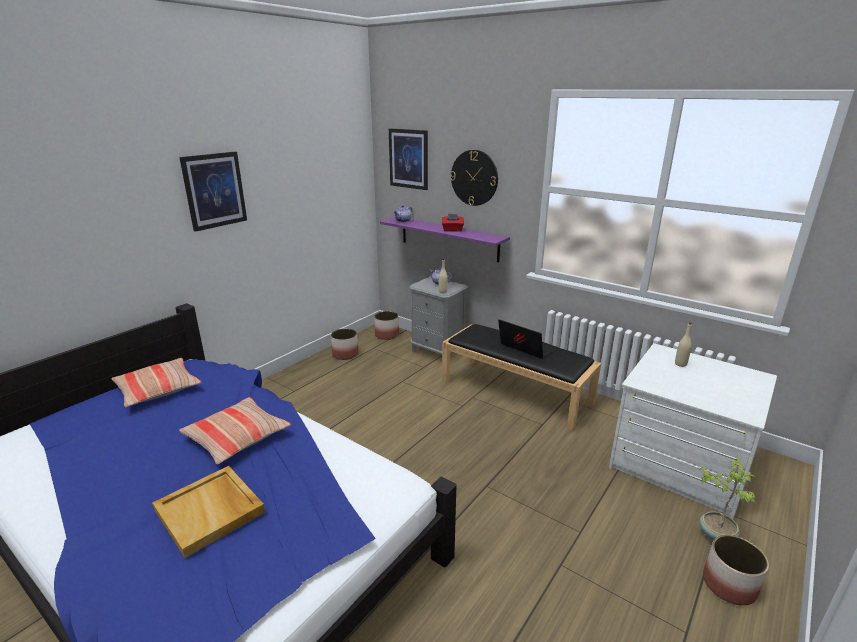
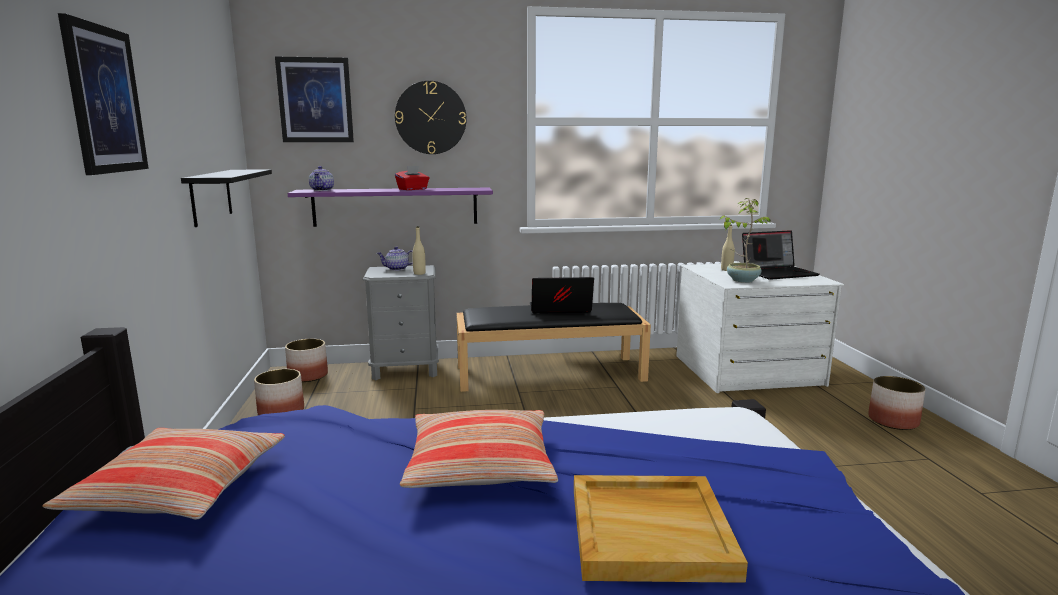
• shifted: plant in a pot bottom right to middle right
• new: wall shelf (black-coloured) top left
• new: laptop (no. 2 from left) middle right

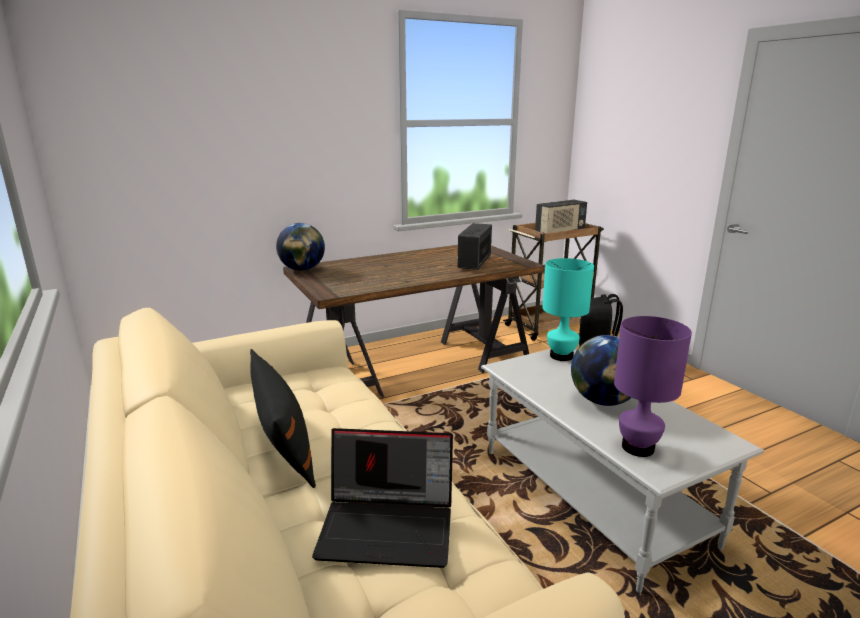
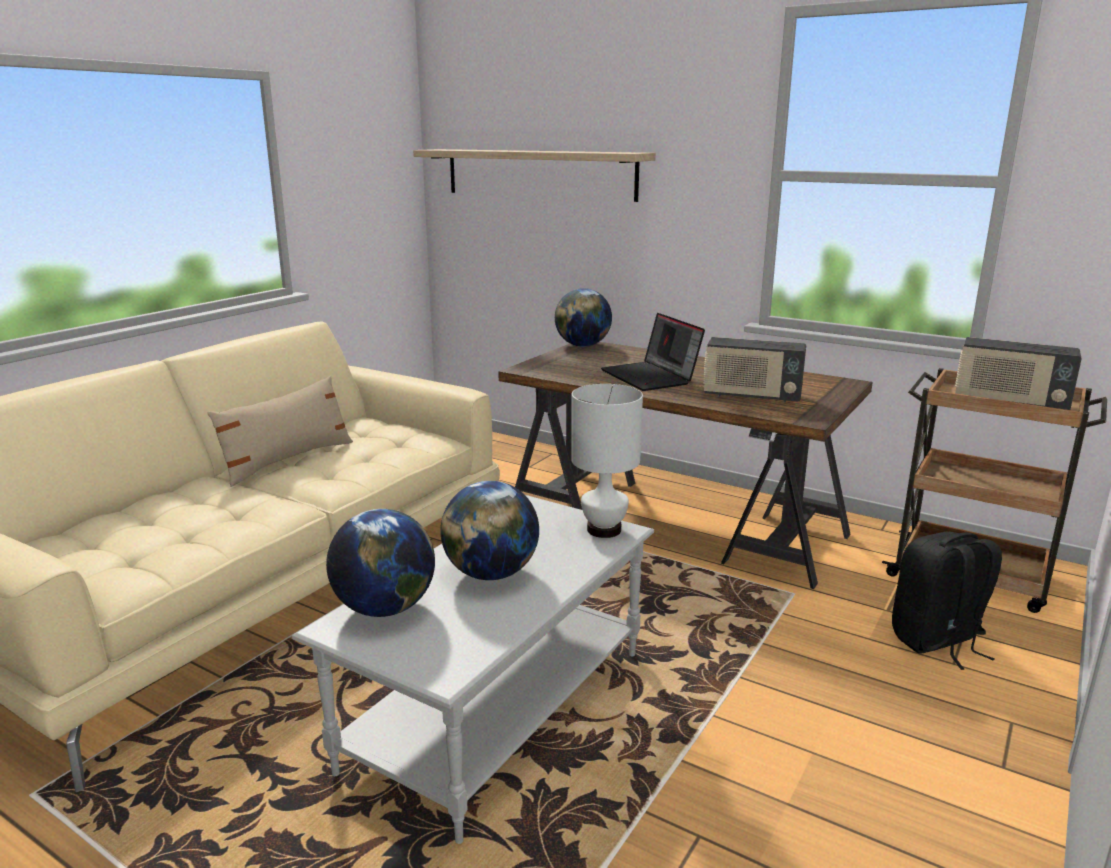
• rotated: radio receiver (no. 1 from left) centre = middle right 150 degrees counterclockwise
• repainted: table lamp (blue-green) centre to table lamp (white-coloured) centre
• swapped: table lamp (purple-coloured) middle right to globe (no. 1 from left) centre
• repainted: cushion (black-coloured) bottom left to cushion (sand-coloured) middle left
• shifted: laptop bottom centre to centre
• new: wall shelf top centre

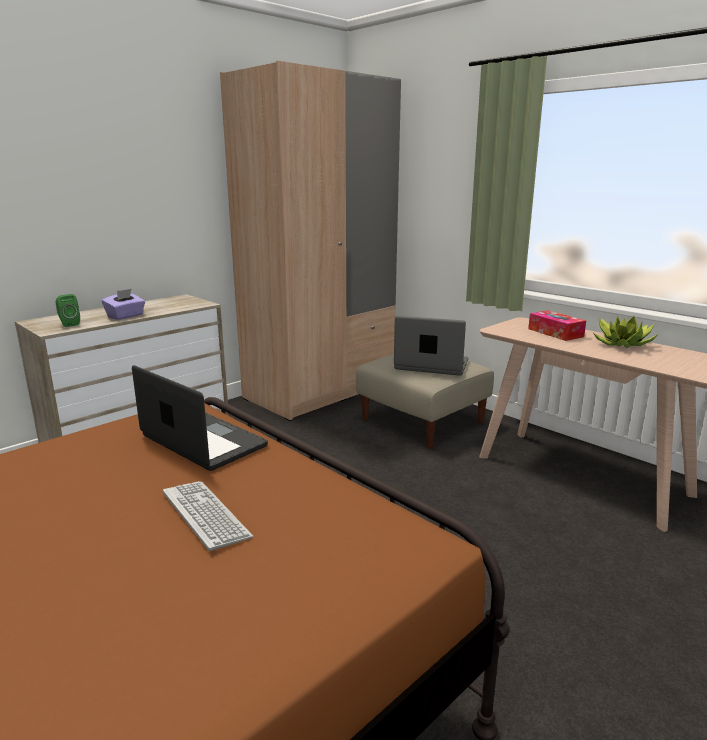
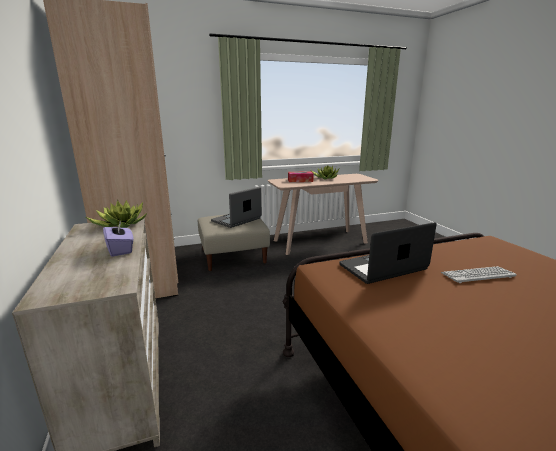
• gone: speaker (green) middle left
• new: plant in a pot (no. 1 from left) middle left

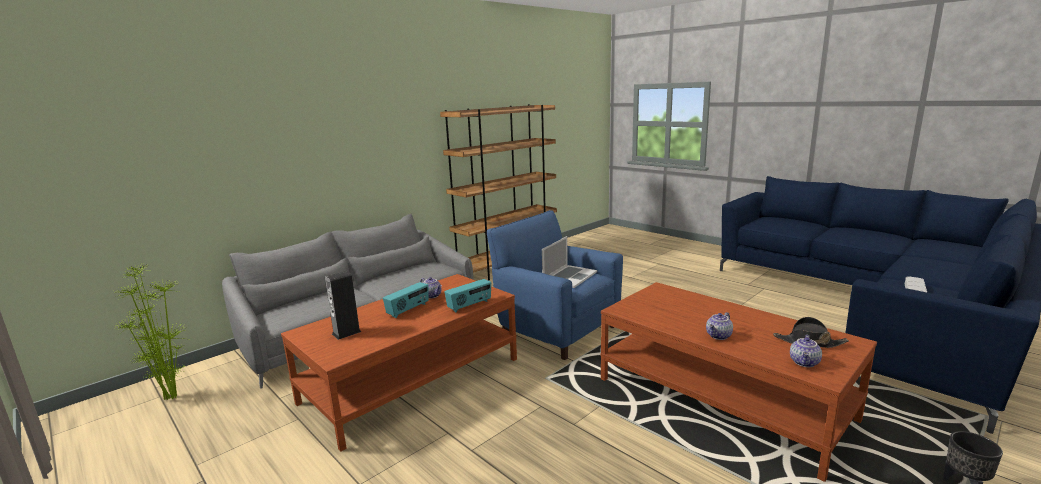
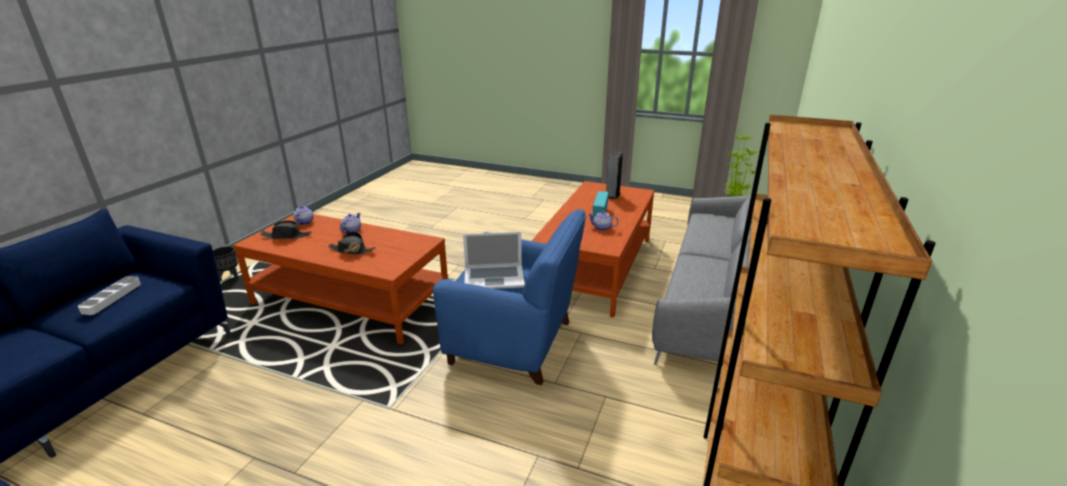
• rotated: laptop centre = centre 105 degrees counterclockwise
• gone: radio receiver (no. 2 from left) centre
• new: clothing hat (black-coloured) (no. 2 from left) middle left

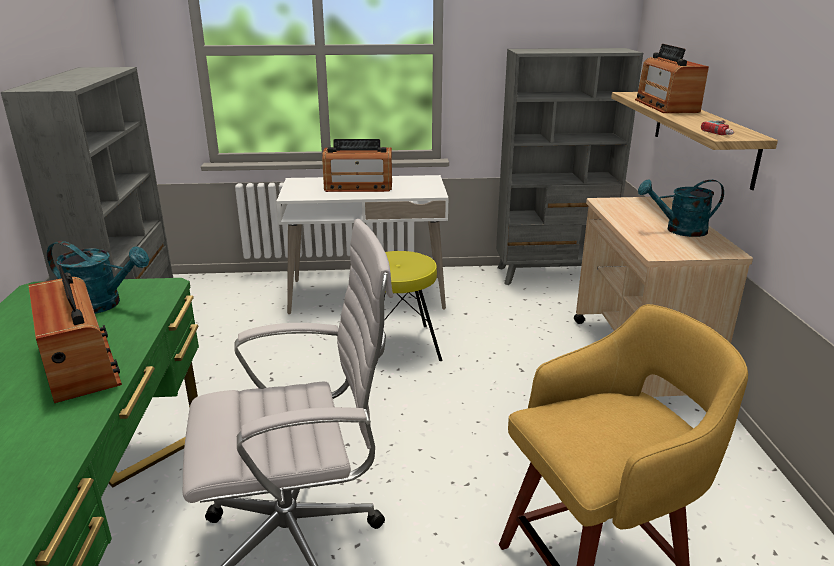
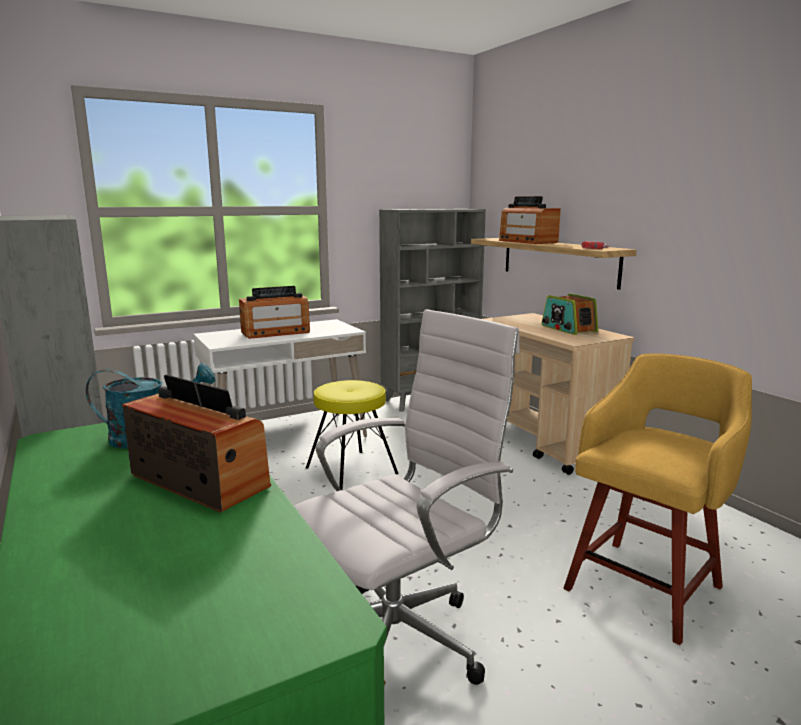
• swapped: watering can (blue-green) (no. 2 from left) middle right to radio receiver (no. 4 from left) middle right

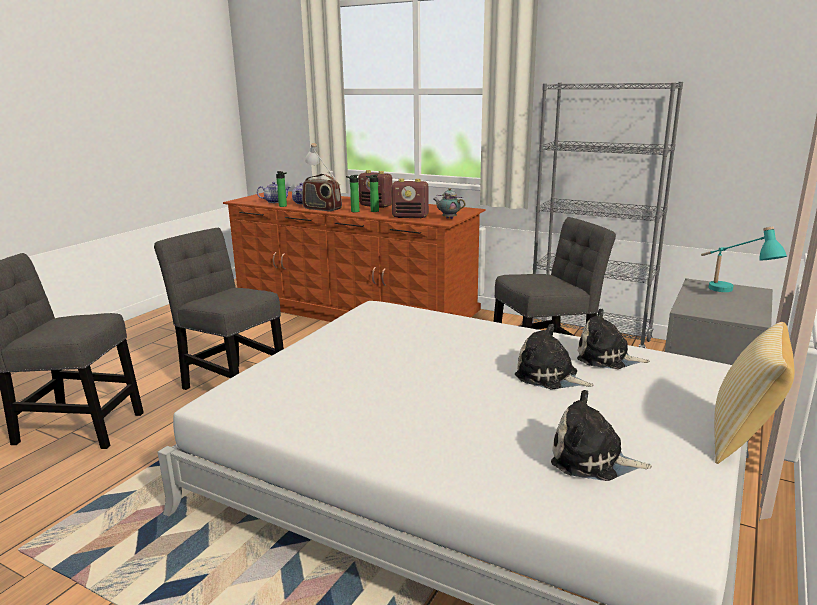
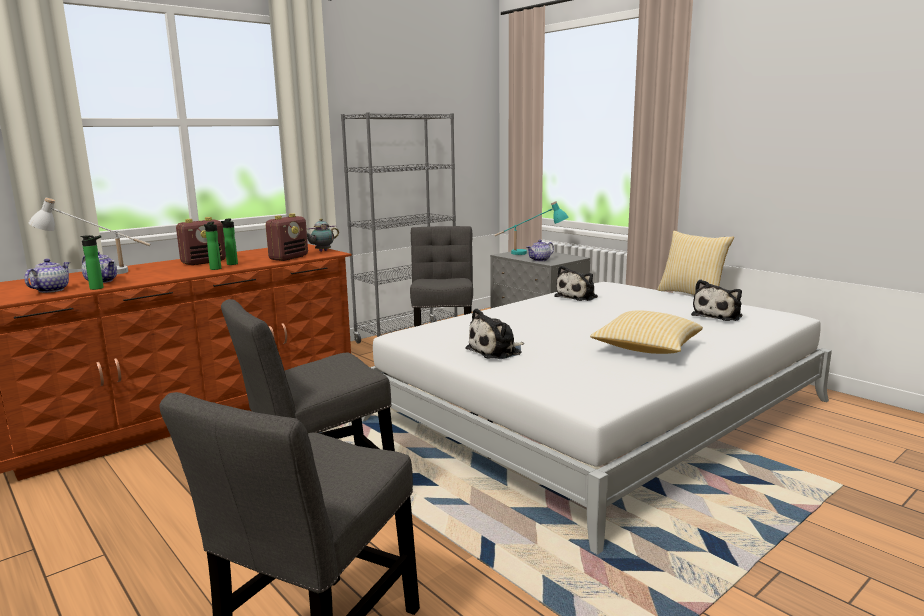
• gone: radio receiver (no. 1 from left) top centre
• shifted: soft toy (no. 1 from left) middle right to centre
• new: teapot (no. 4 from left) centre
• new: cushion (no. 1 from left) middle right

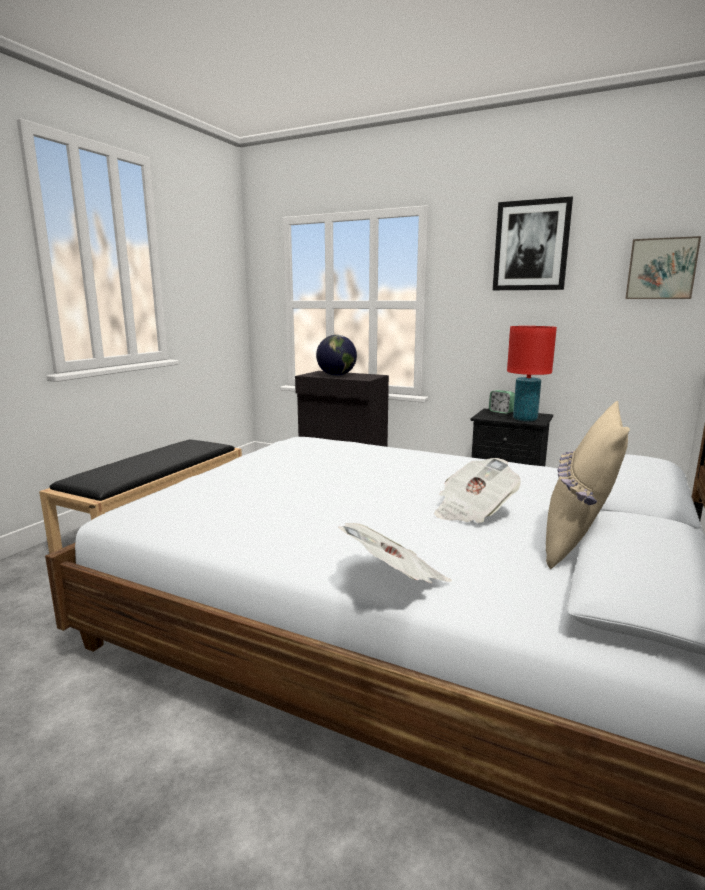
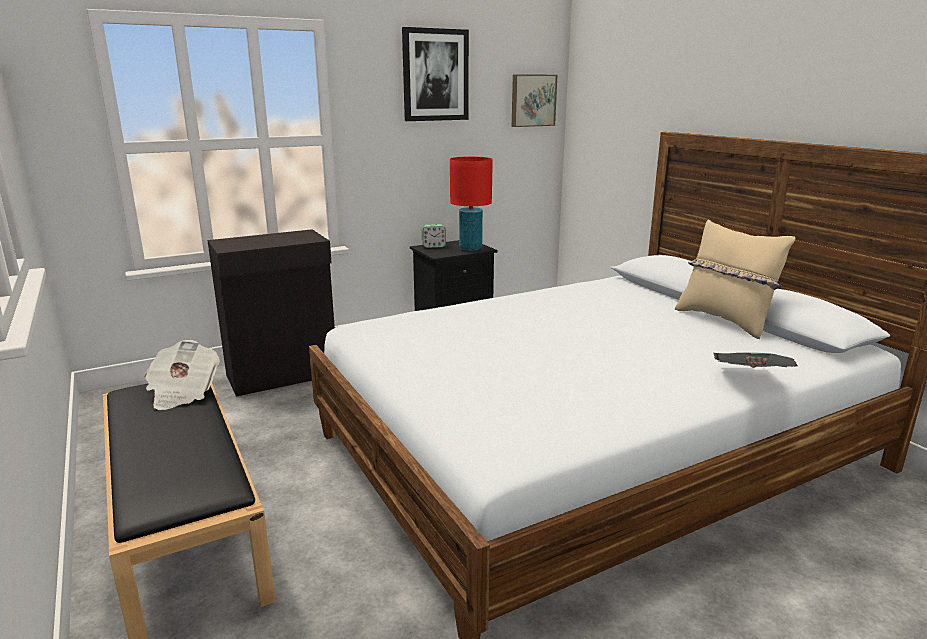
• gone: globe centre
• shifted: printed paper (no. 2 from left in the first image) middle right to printed paper (no. 1 from left) middle left

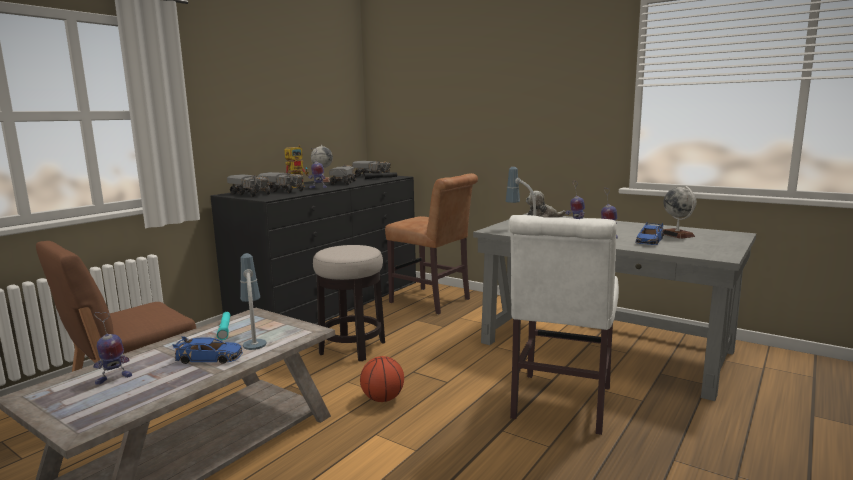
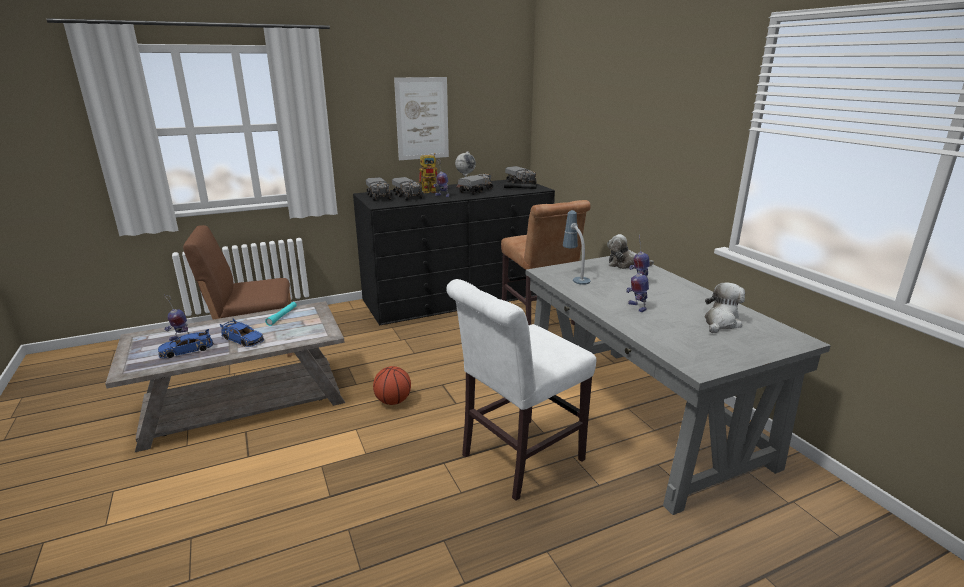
• swapped: globe (no. 2 from left) middle right to soft toy (no. 2 from left) middle right
• shifted: miniature car (blue) (no. 2 from left in the first image) middle right to miniature car (blue) (no. 1 from left) middle left
• gone: stool seat centre
• gone: table lamp (no. 1 from left) middle left
• new: wall art top centre

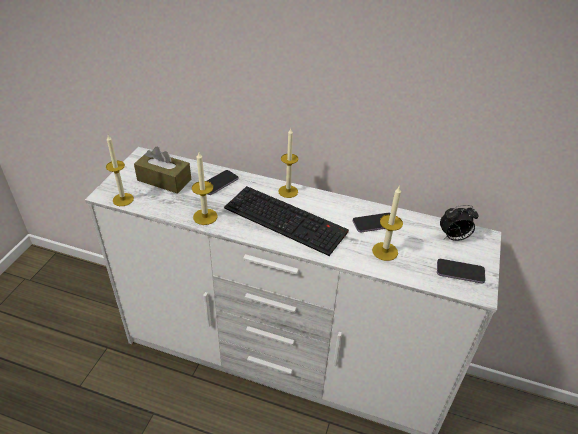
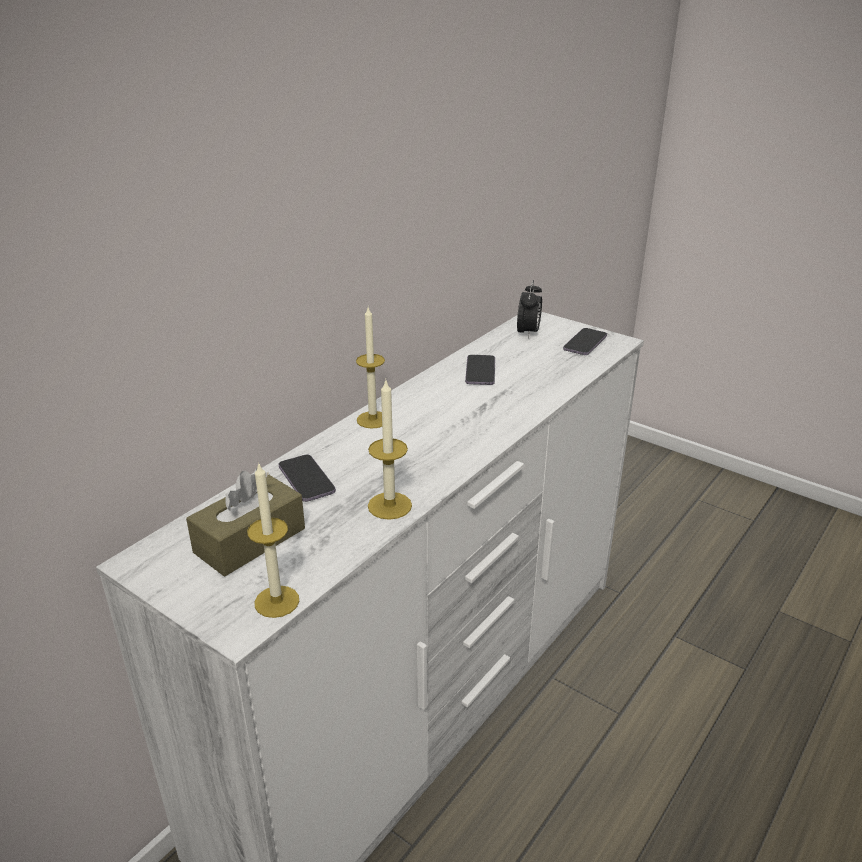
• gone: PC keyboard centre
• gone: wax candle (no. 4 from left) middle right

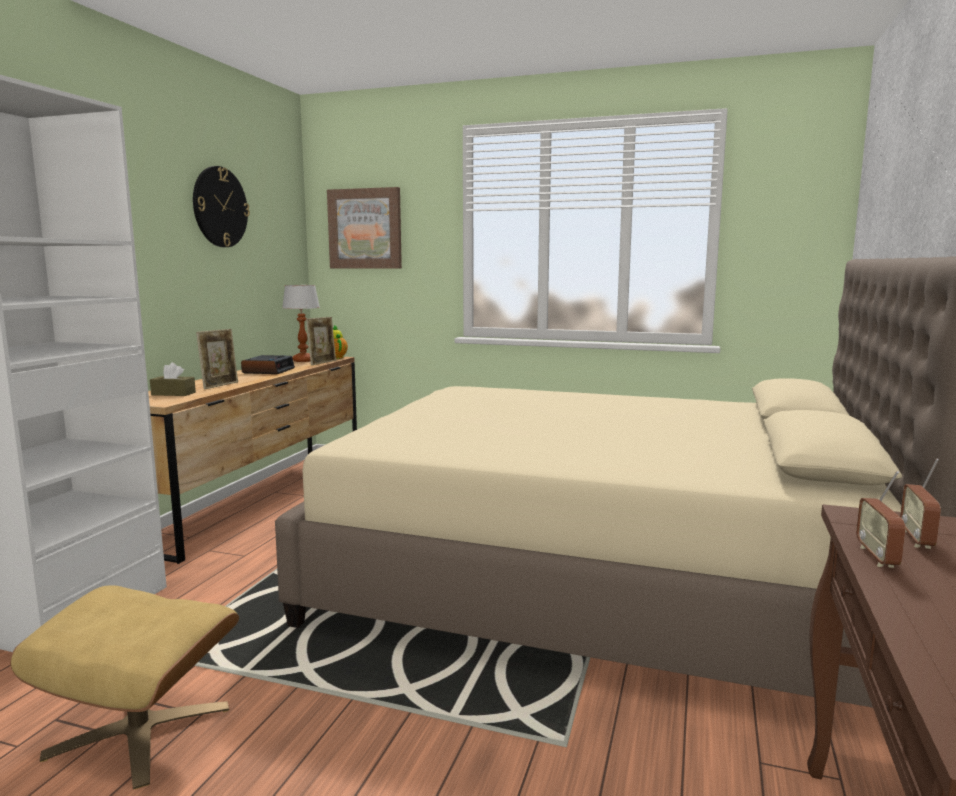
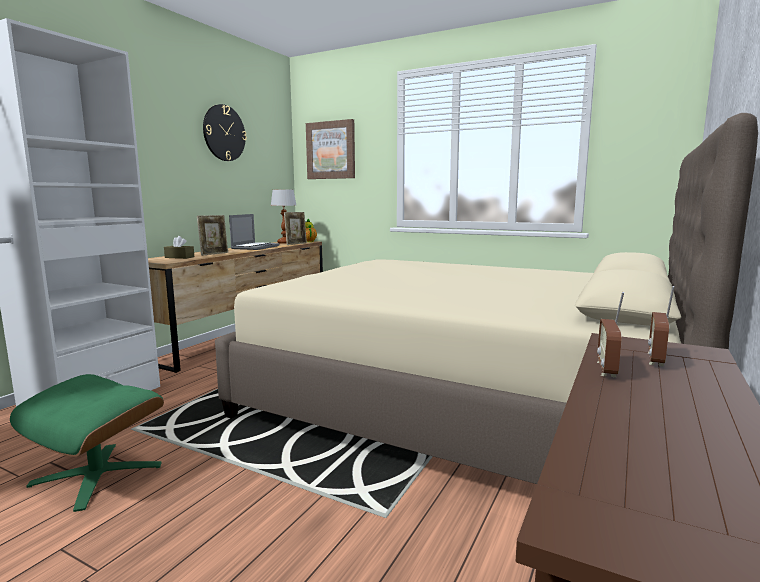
• swapped: bedside clock middle left to laptop centre
• repainted: footrest (sand-coloured) bottom left to footrest (green) bottom left

